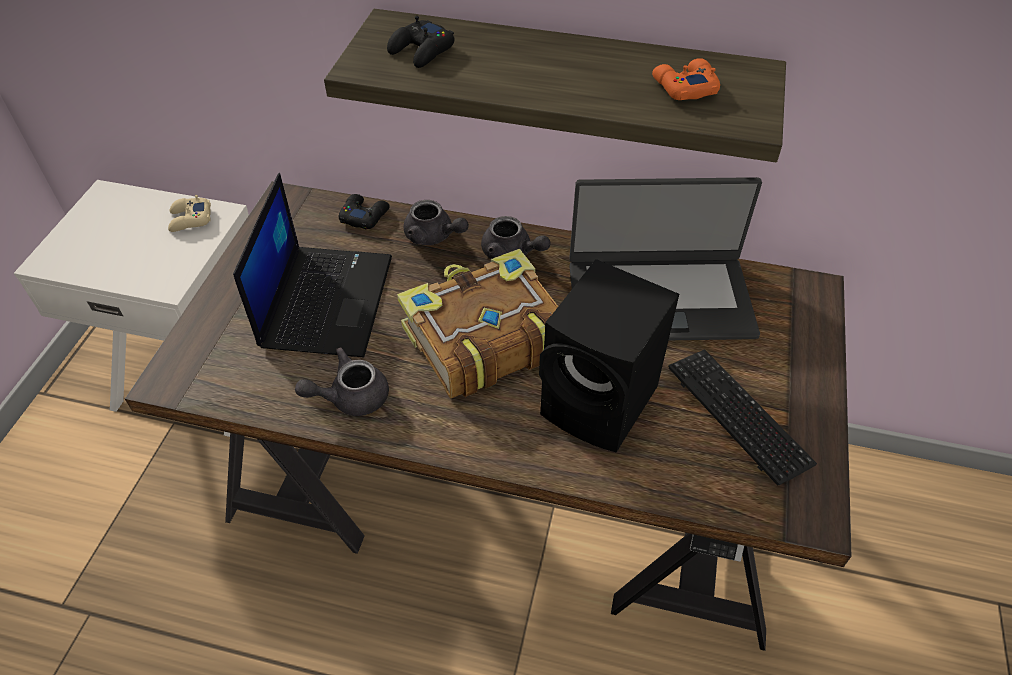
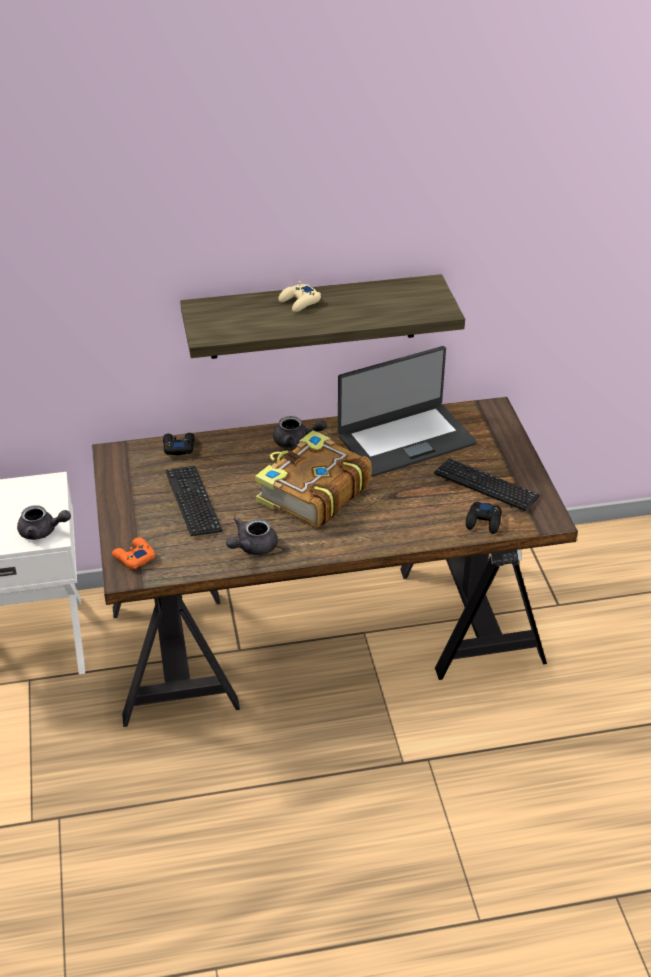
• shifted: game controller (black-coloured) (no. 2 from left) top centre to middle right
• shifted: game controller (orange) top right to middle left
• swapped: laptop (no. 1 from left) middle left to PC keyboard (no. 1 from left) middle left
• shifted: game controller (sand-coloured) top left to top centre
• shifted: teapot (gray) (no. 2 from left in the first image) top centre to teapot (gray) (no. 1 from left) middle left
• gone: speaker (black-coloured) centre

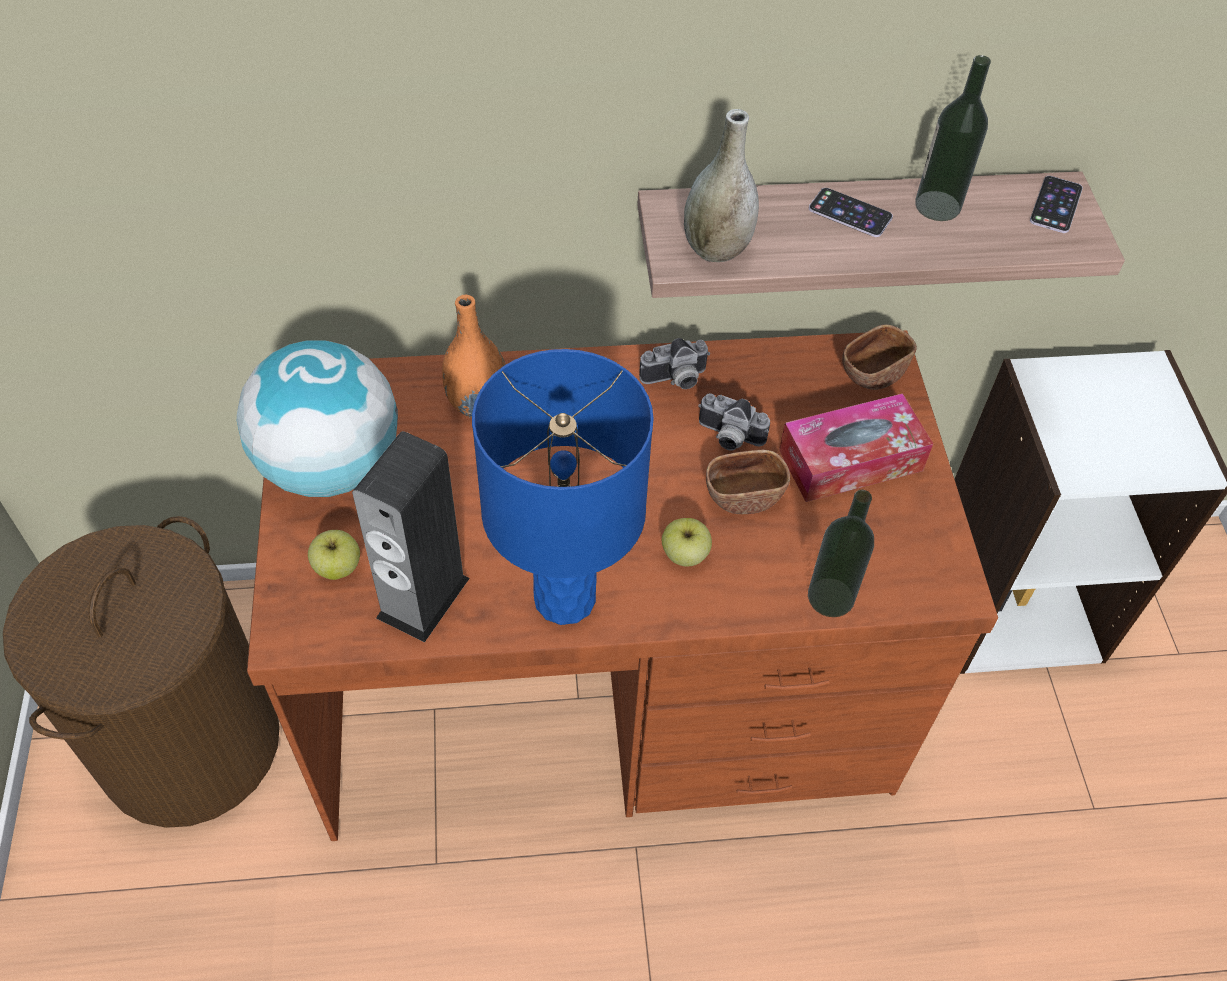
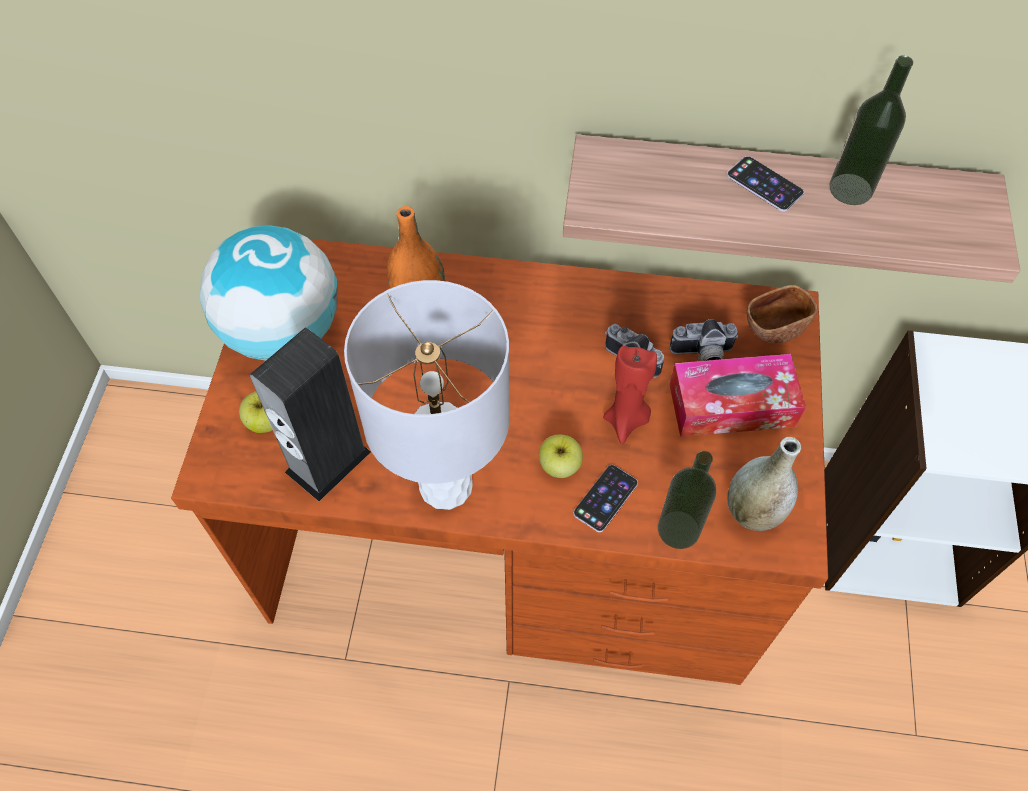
• shifted: vase (gray) top centre to middle right
• shifted: telephone (no. 2 from left in the first image) top right to telephone (no. 1 from left) centre
• shifted: still camera (no. 1 from left in the first image) centre to still camera (no. 2 from left) middle right
• repainted: table lamp (blue) centre to table lamp (gray) centre
• swapped: deep dish (brown) (no. 1 from left) centre to wax candle (reddish) centre
• gone: hamper (brown) bottom left

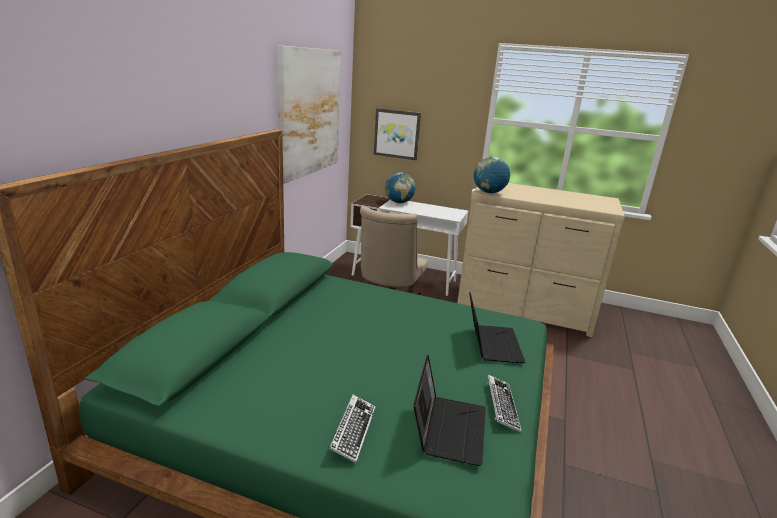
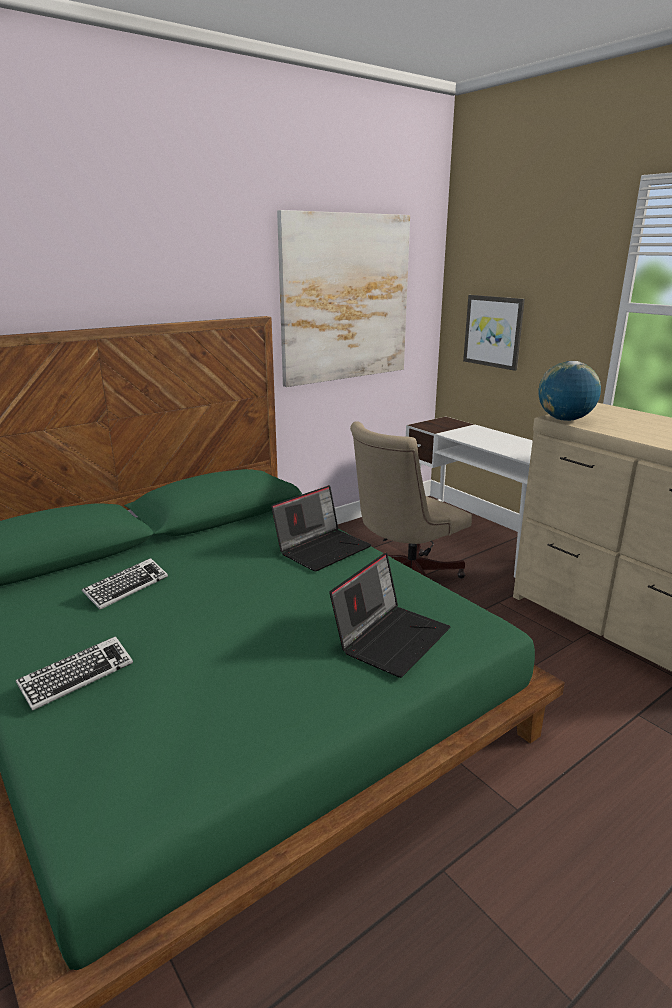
• gone: globe (no. 1 from left) centre
• shifted: laptop (no. 1 from left) bottom centre to centre
• shifted: PC keyboard (no. 2 from left) bottom centre to middle left

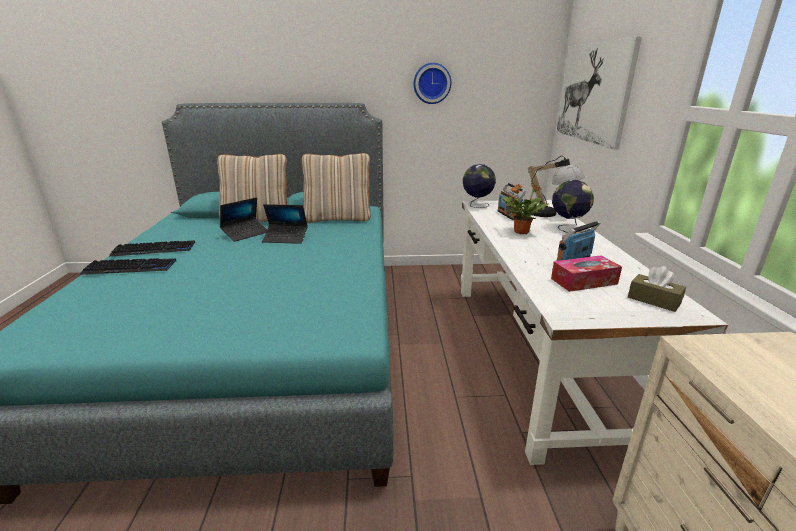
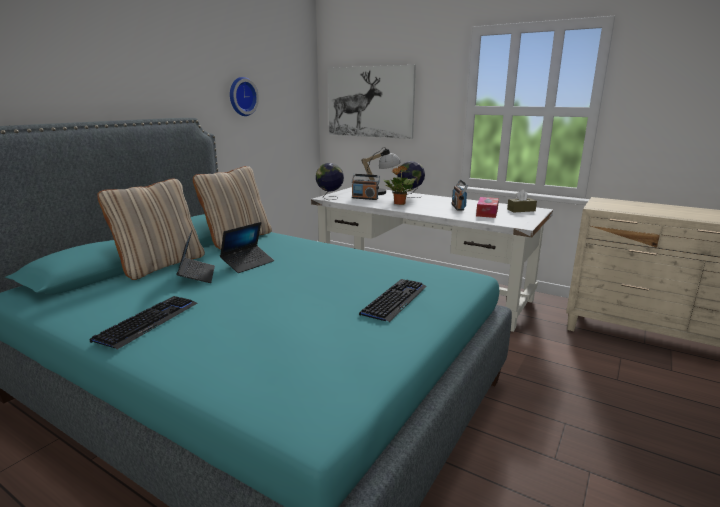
• shifted: PC keyboard (no. 1 from left in the first image) middle left to PC keyboard (no. 2 from left) centre

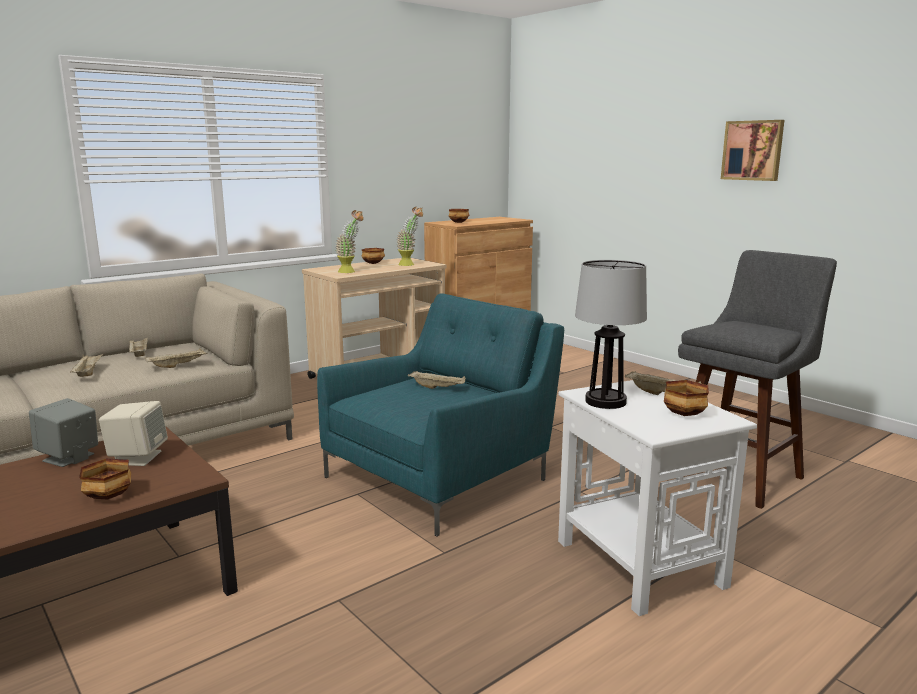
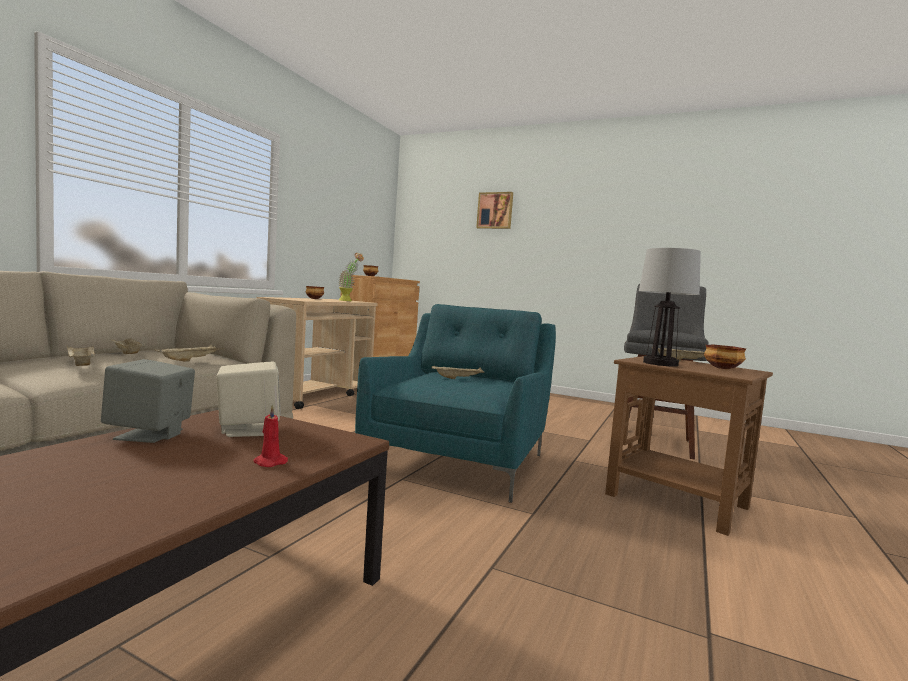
• shifted: wall art top right to top centre
• gone: plant in a pot (no. 1 from left) centre
• repainted: accent table (white-coloured) bottom right to accent table (brown) middle right
• swapped: deep dish (no. 1 from left) bottom left to wax candle (reddish) middle left

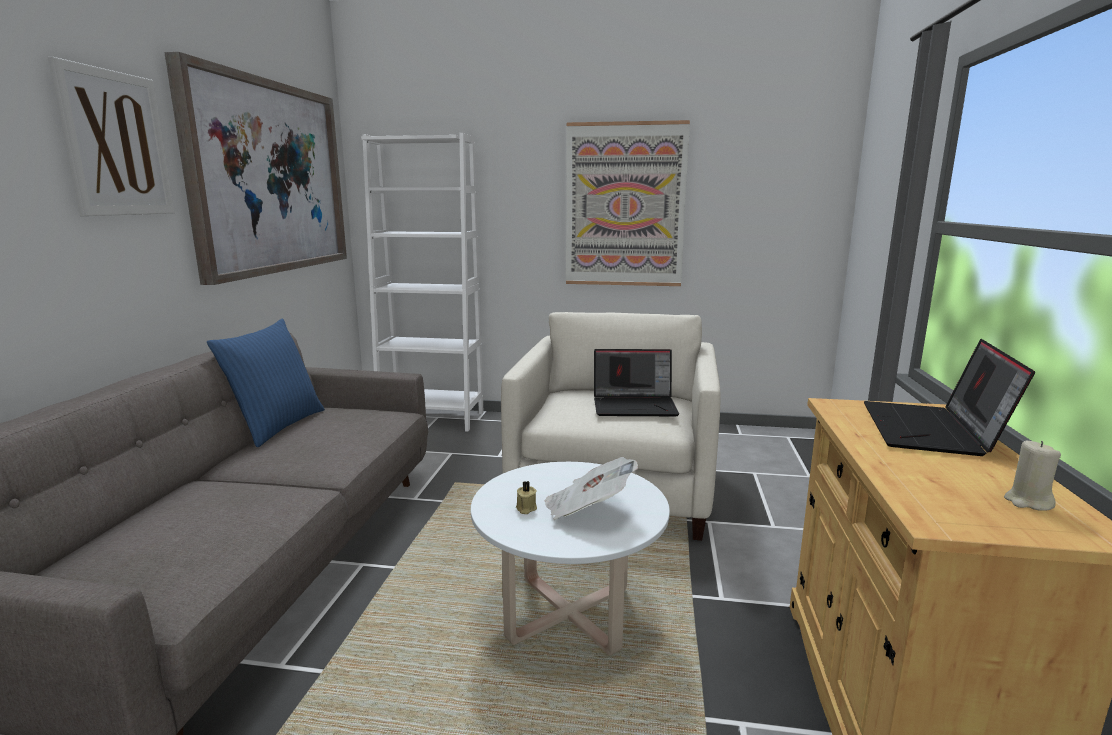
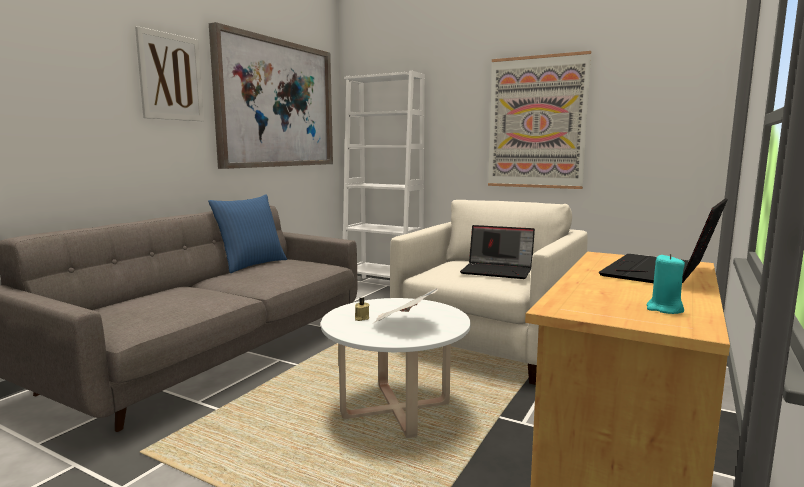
• repainted: wax candle (sand-coloured) (no. 2 from left) middle right to wax candle (blue-green) middle right

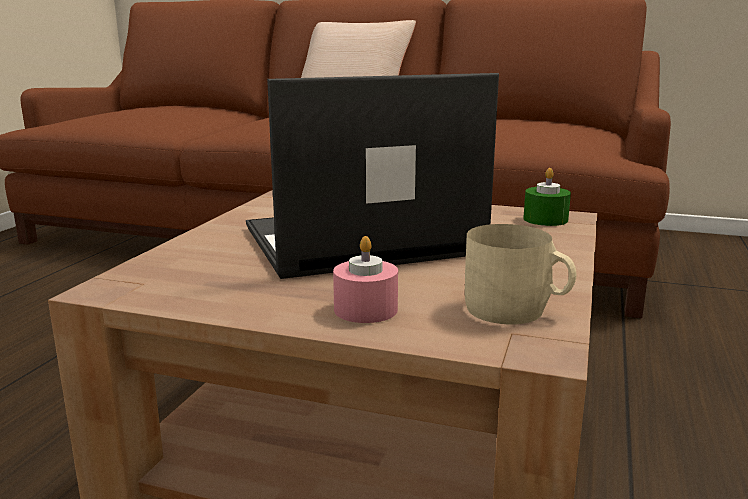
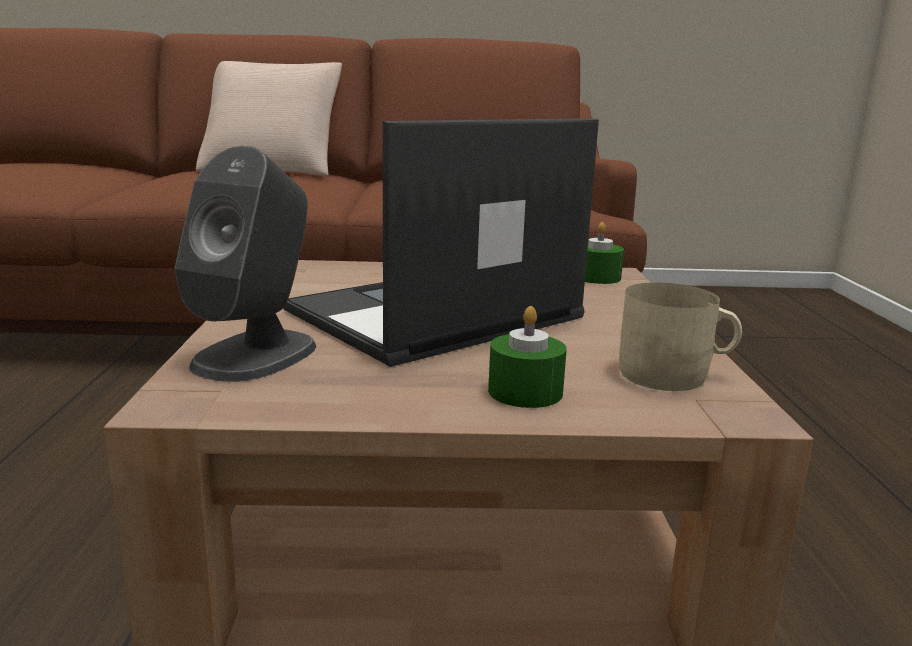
• repainted: wax candle (pink) centre to wax candle (green) (no. 1 from left) centre
• new: speaker (gray) middle left

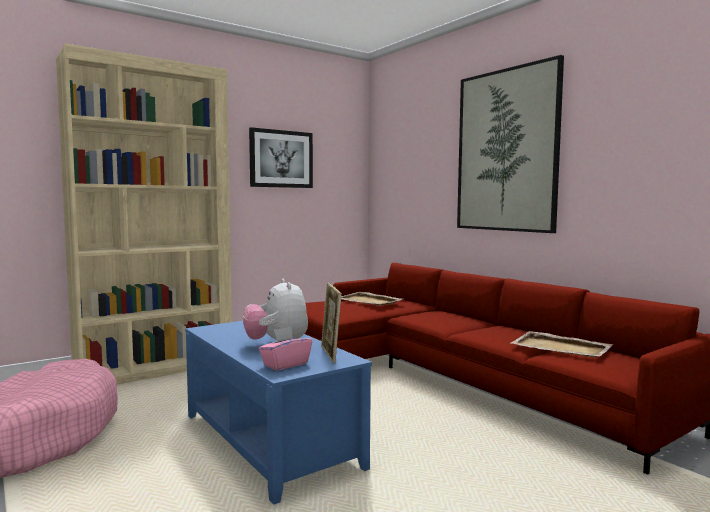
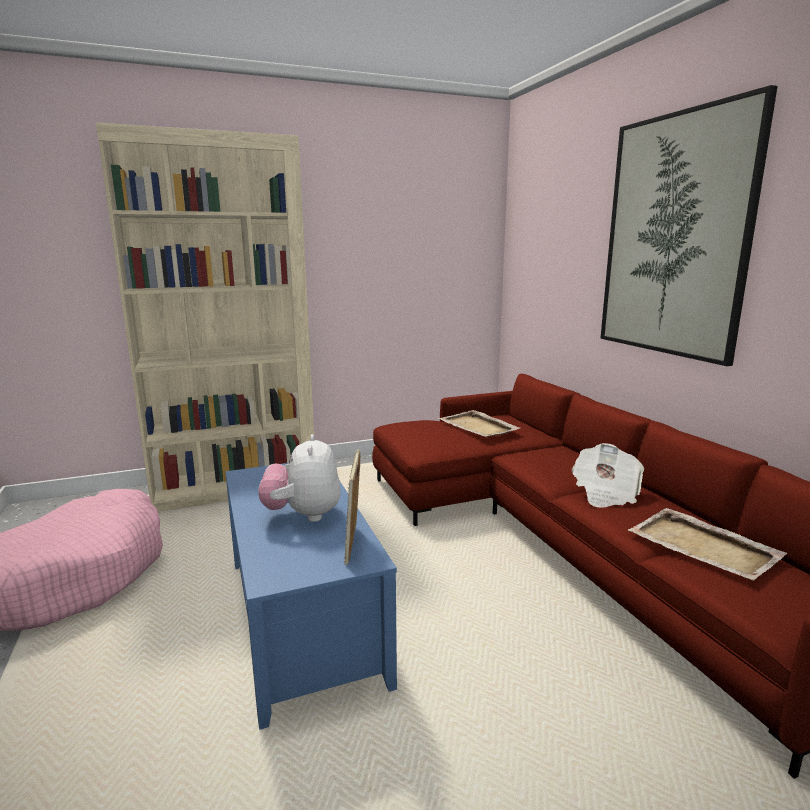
• gone: wall art (no. 1 from left) top centre
• gone: tissue box (pink) bottom centre
• new: printed paper middle right

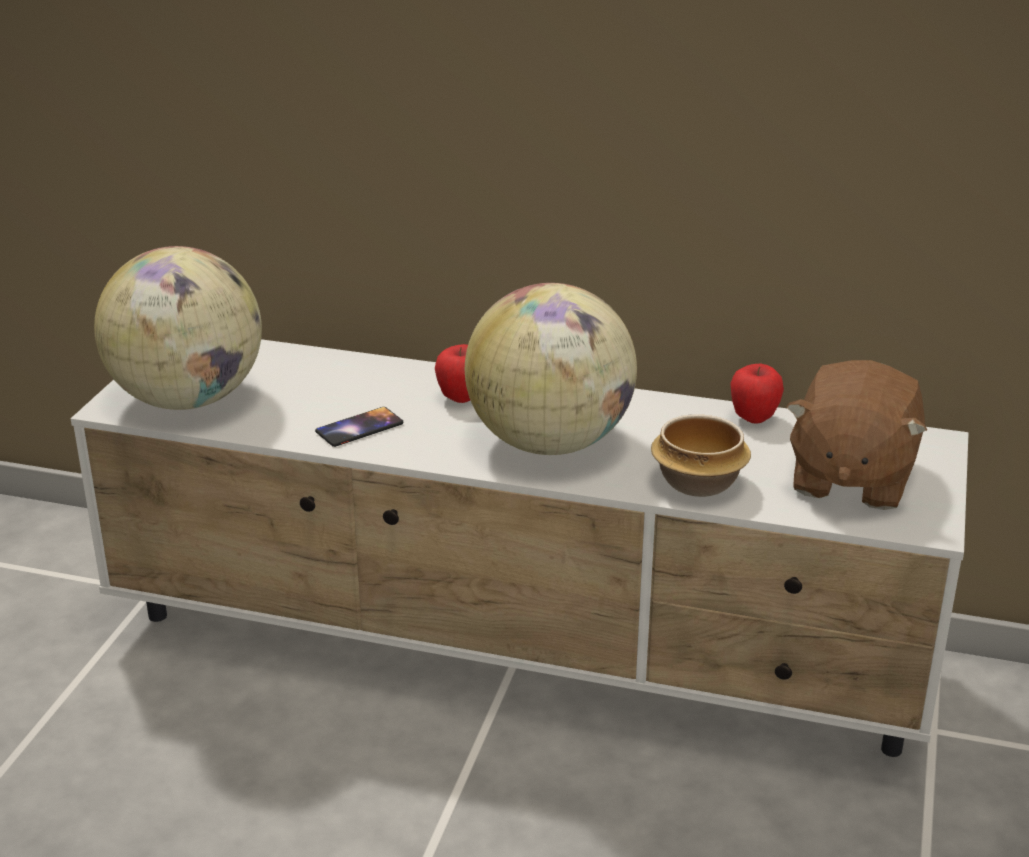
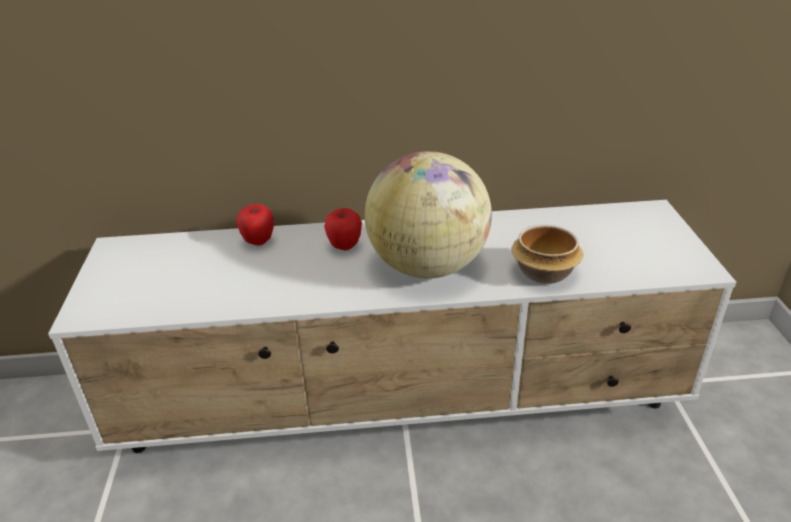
• gone: globe (no. 1 from left) middle left
• gone: soft toy (brown) middle right
• shifted: apple (no. 2 from left in the first image) middle right to apple (no. 1 from left) middle left
• gone: telephone centre

